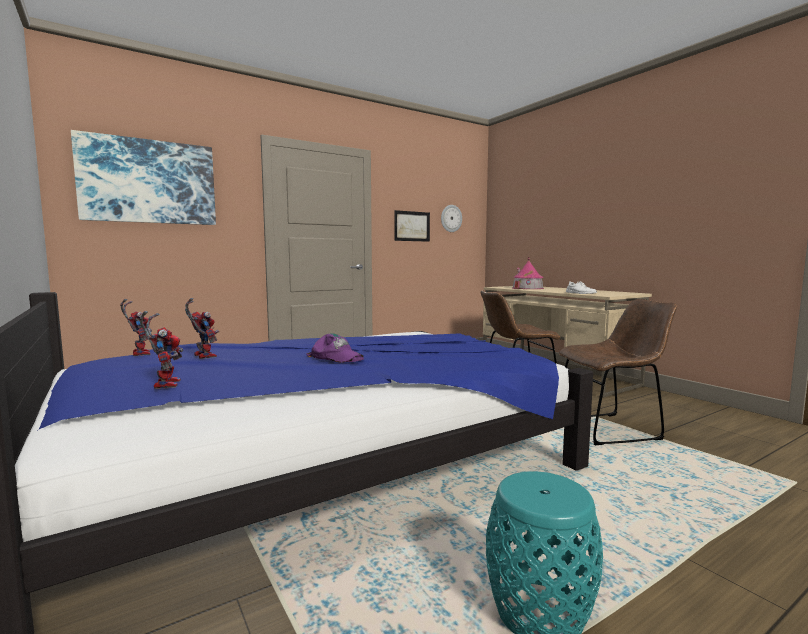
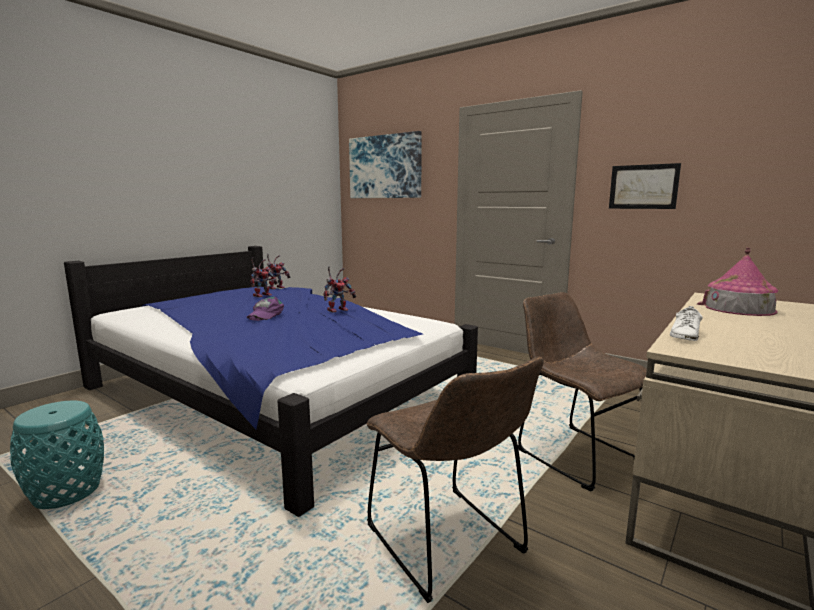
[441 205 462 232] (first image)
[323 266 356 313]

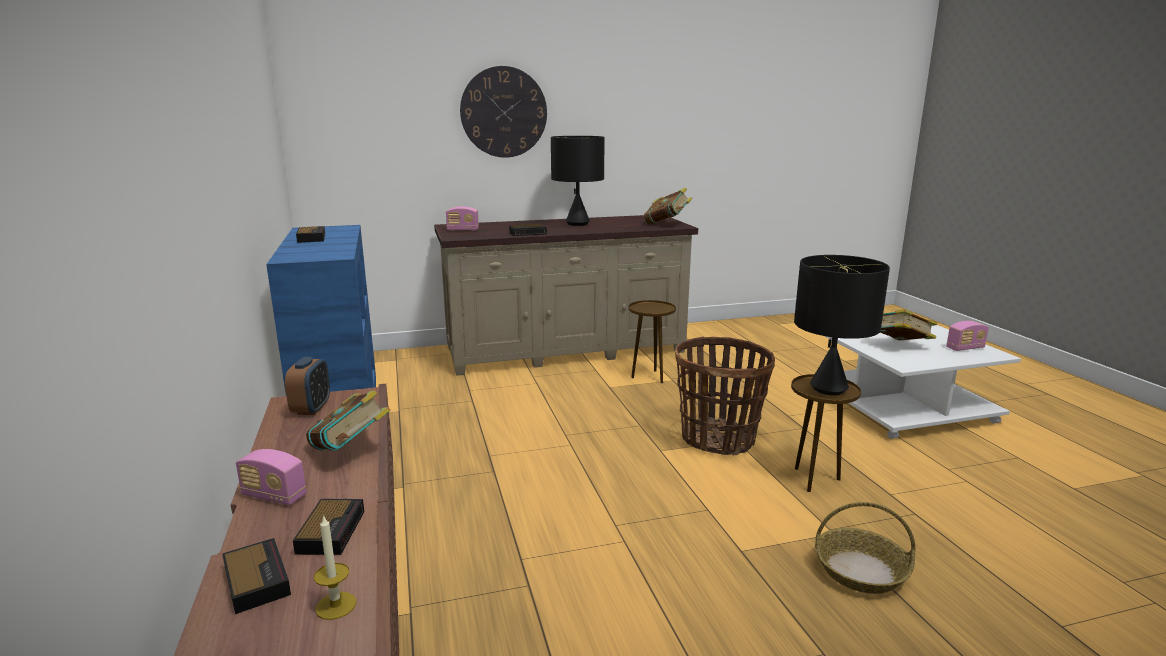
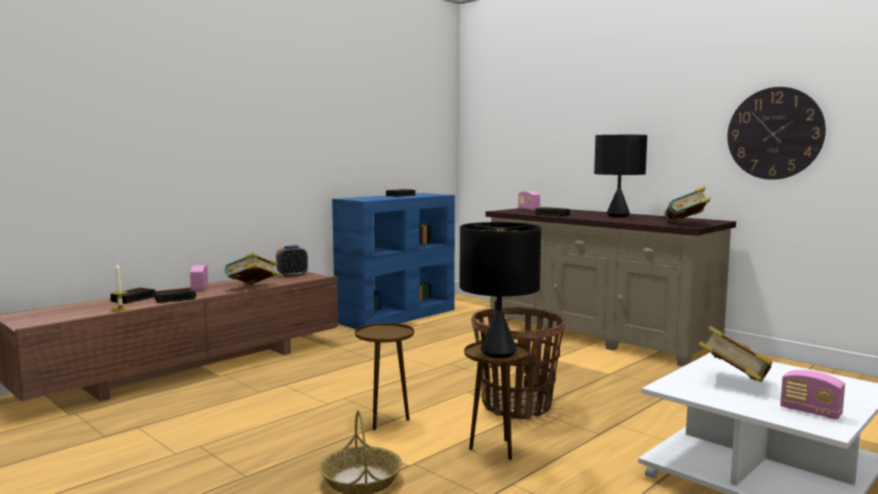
[727 87 826 180]
[355 323 414 430]

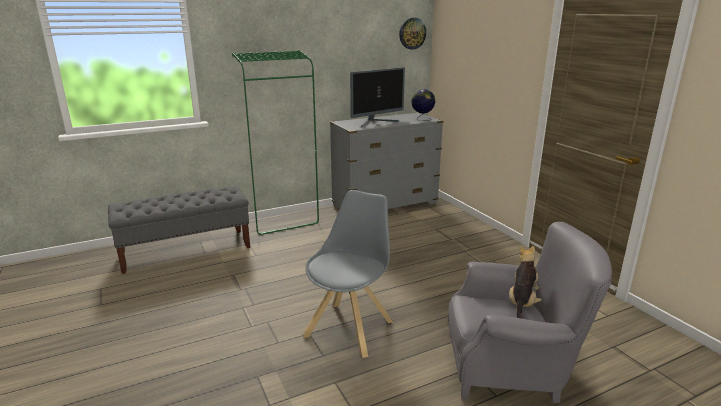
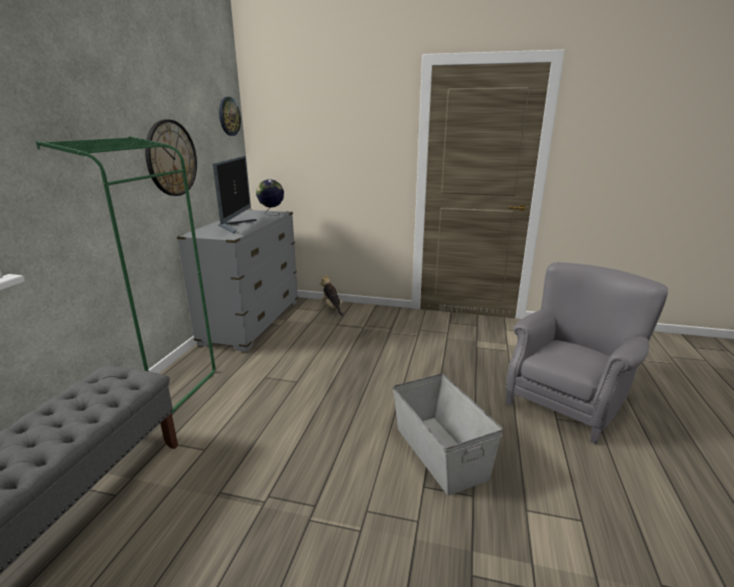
[145 119 197 196]
[320 274 344 316]
[393 374 503 495]

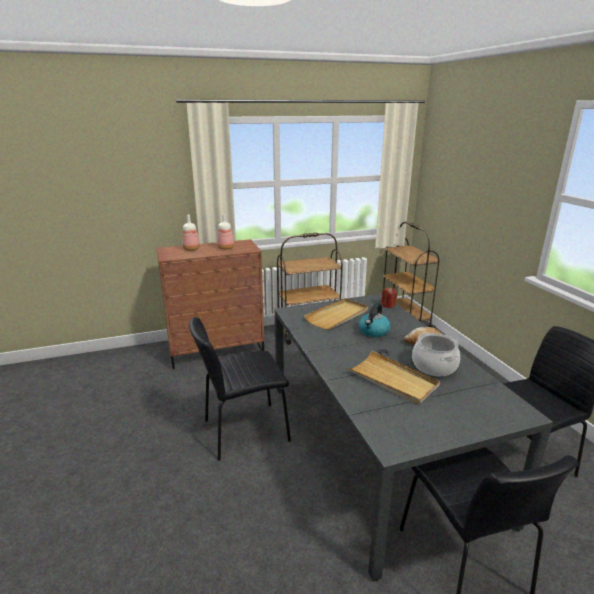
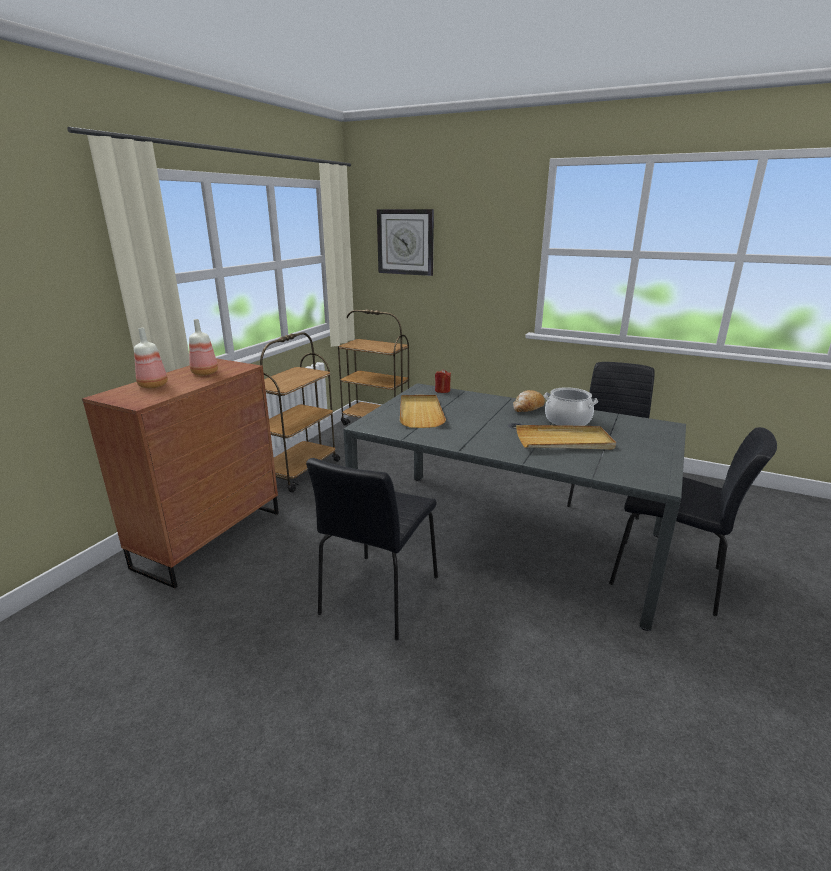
[359 303 390 337] (first image)
[377 209 434 276]

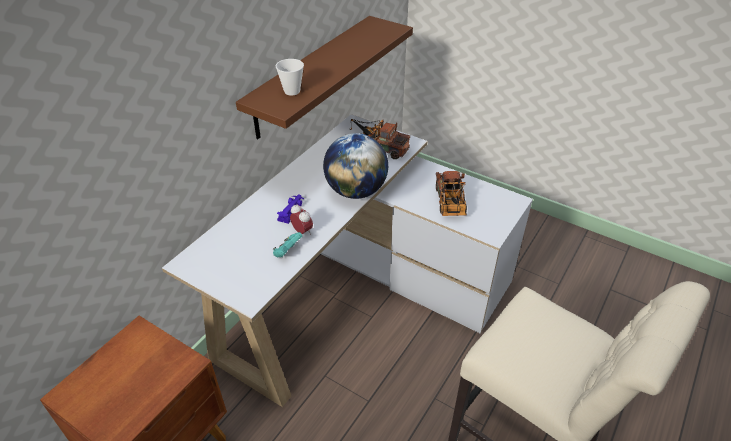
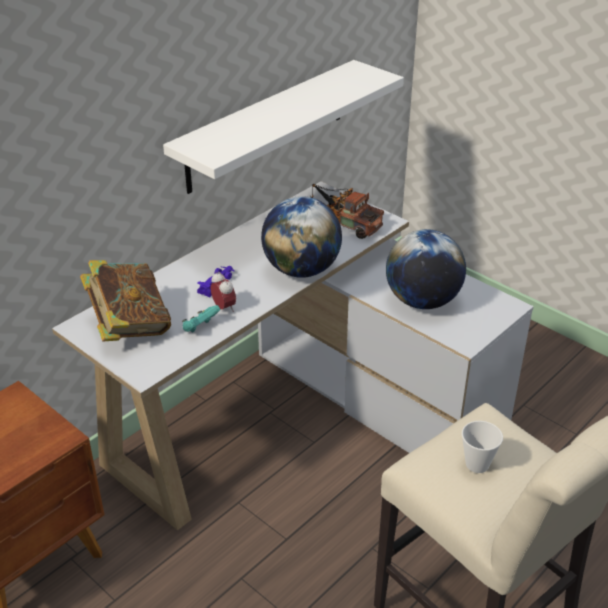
[80 260 171 341]
[462 421 503 473]
[386 229 466 309]
[163 60 404 194]

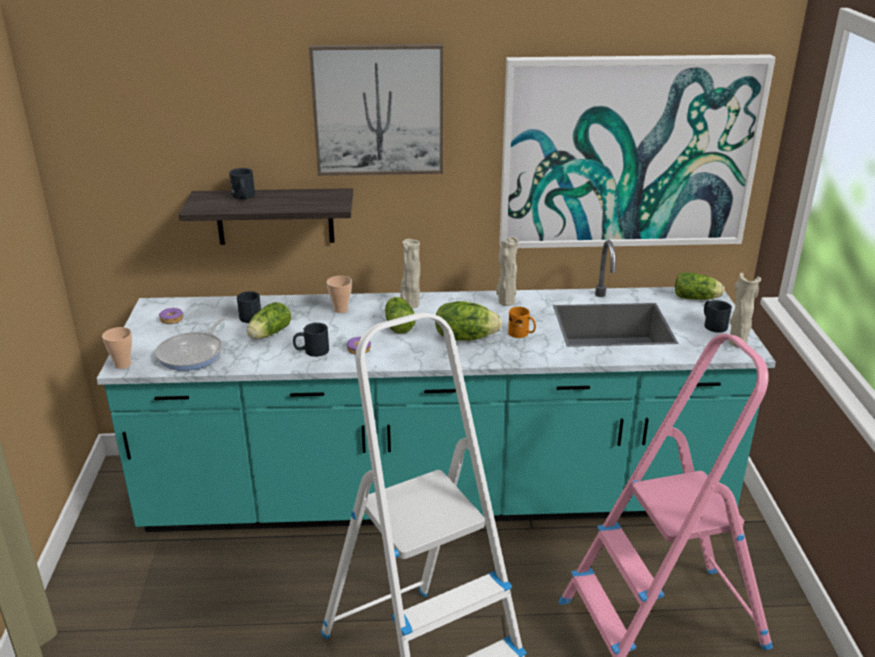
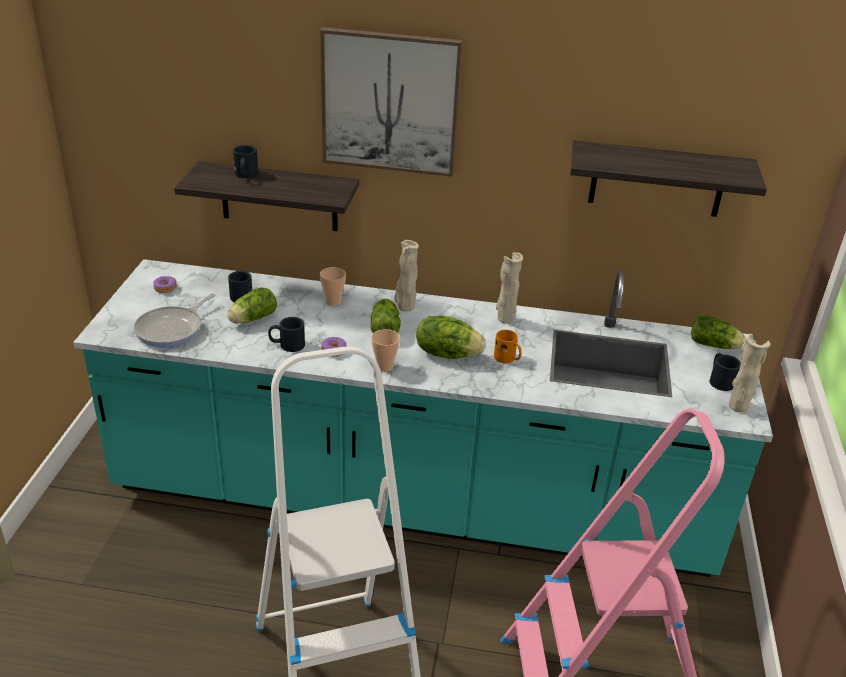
[371 329 400 372]
[570 140 767 217]

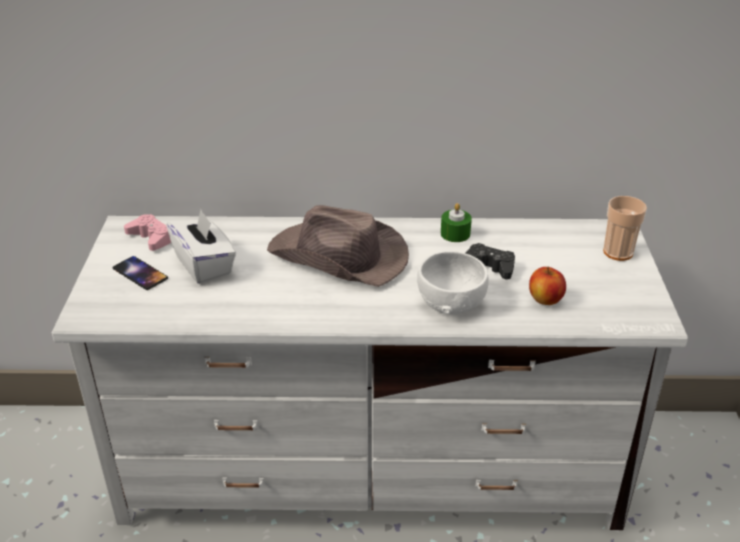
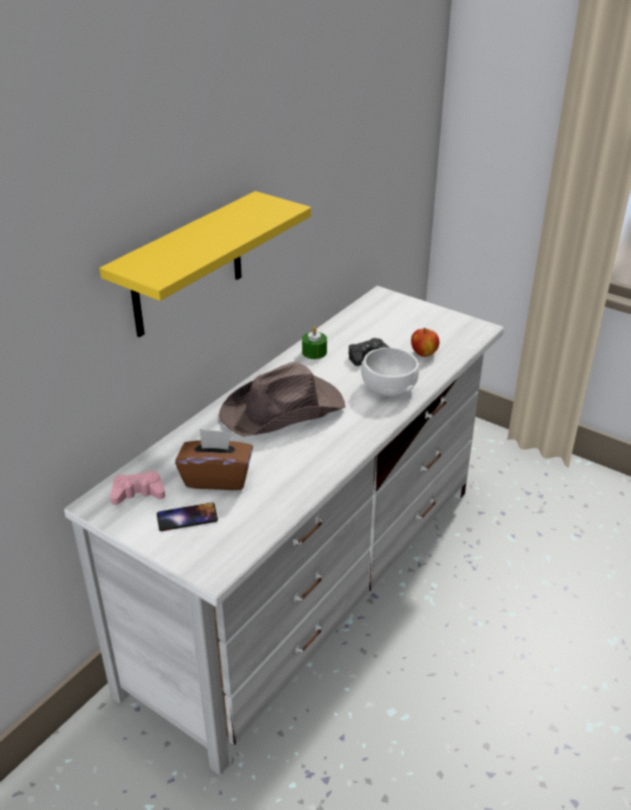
[603 196 647 261] (first image)
[99 191 311 337]
[175 429 253 490]

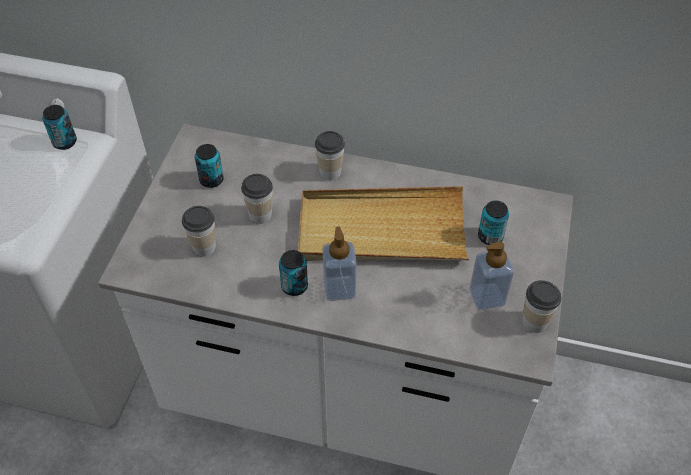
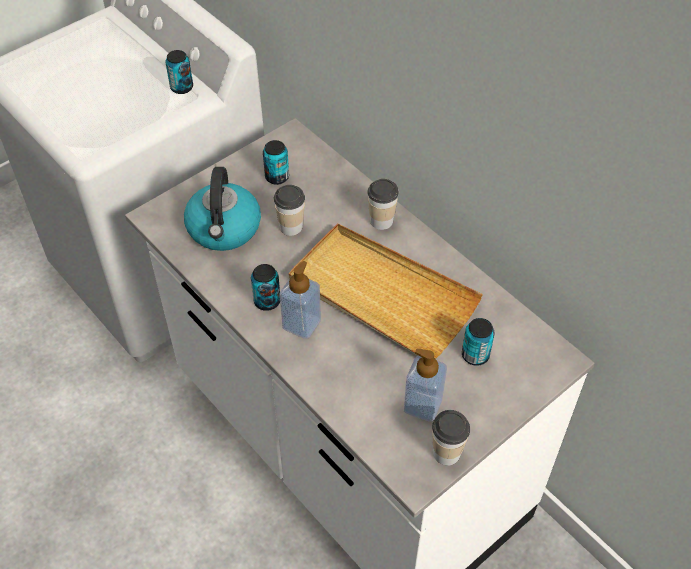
[184 167 261 251]

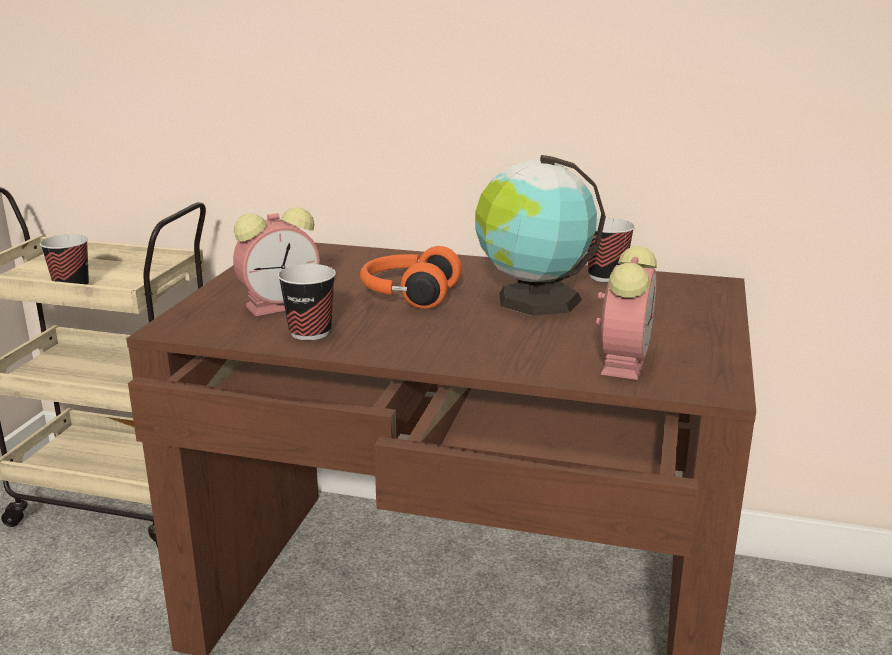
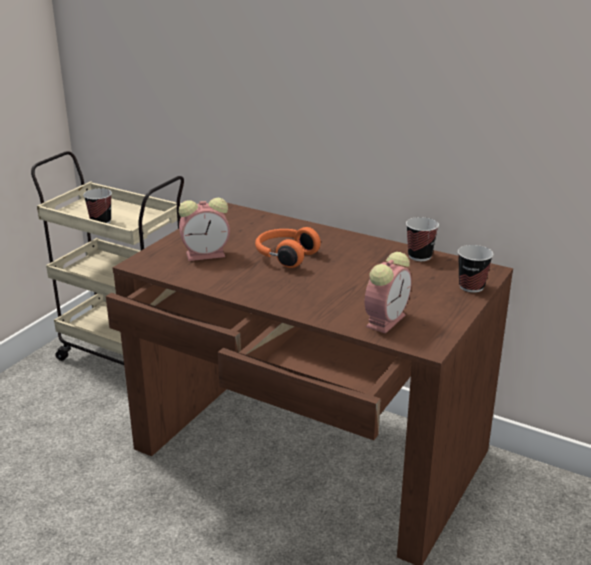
[475 155 606 316] (first image)
[458 245 493 293]

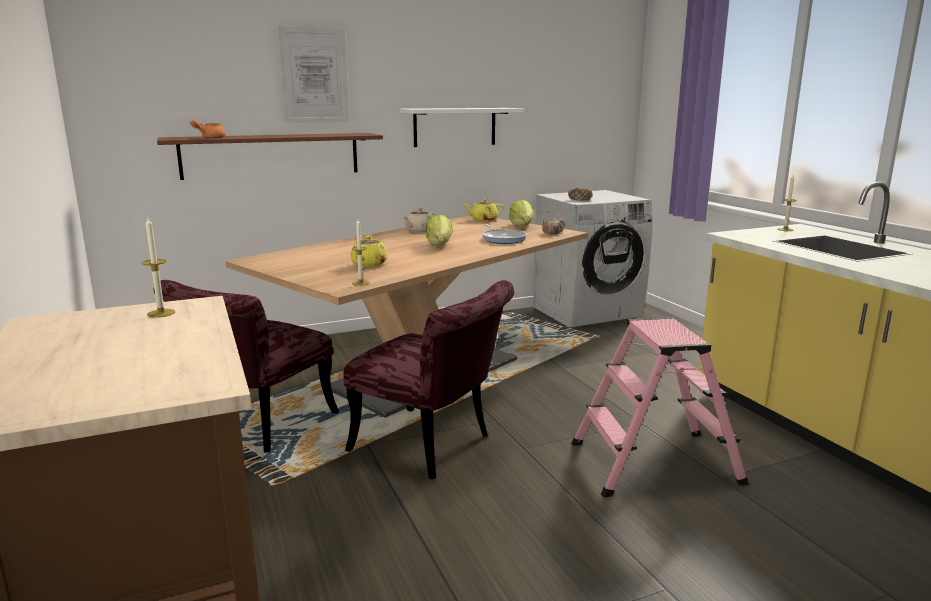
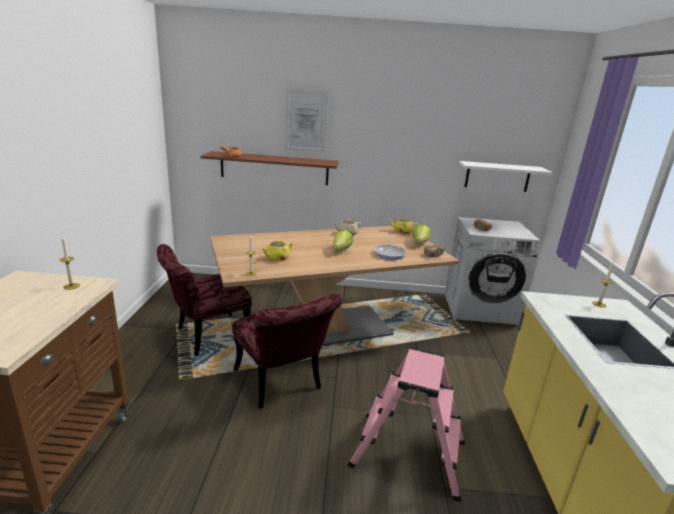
[459 161 552 192]

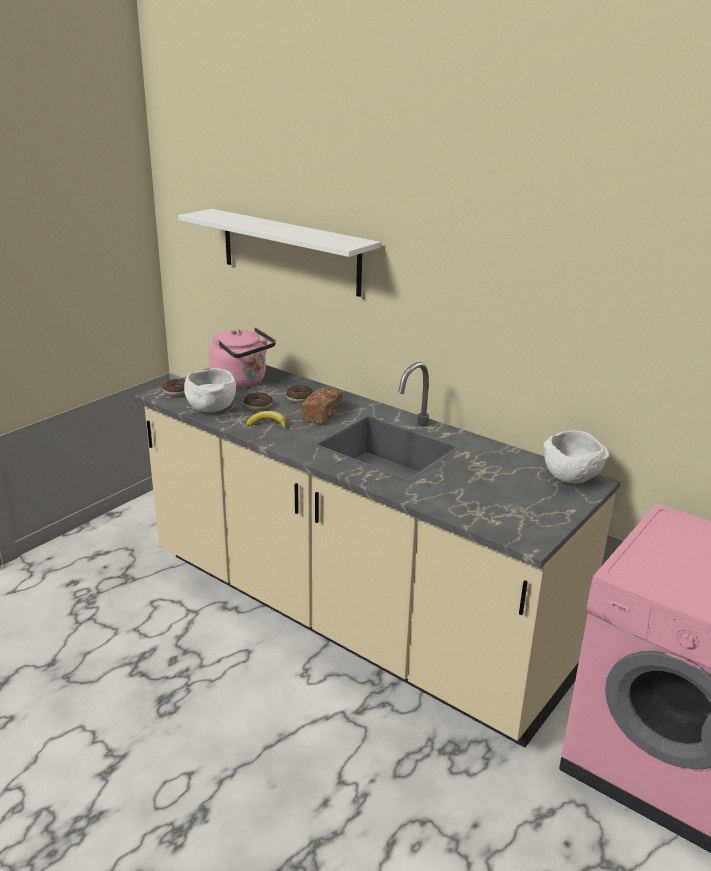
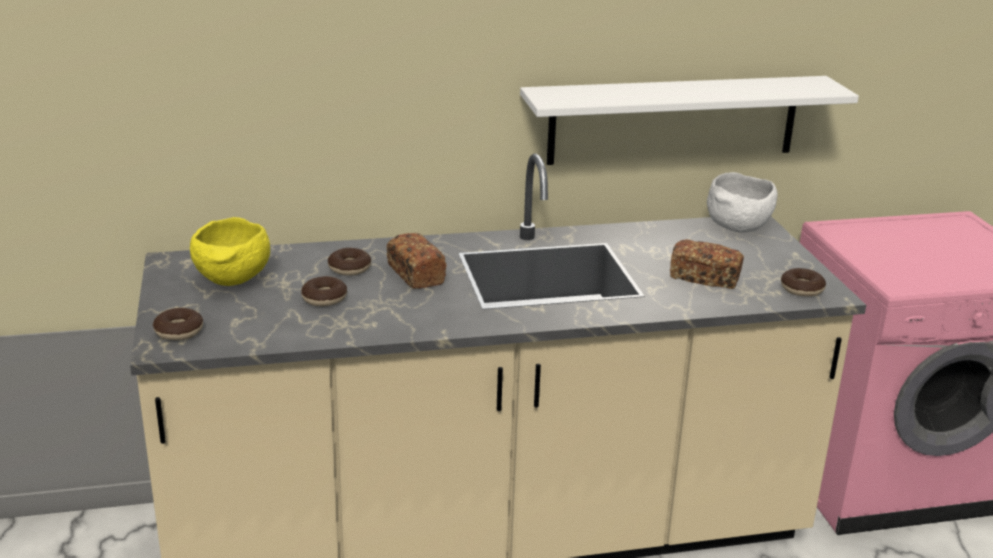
[184 368 236 412] (first image)
[246 411 286 428] (first image)
[670 239 744 289]
[781 268 826 296]
[520 76 859 165]
[190 217 270 286]

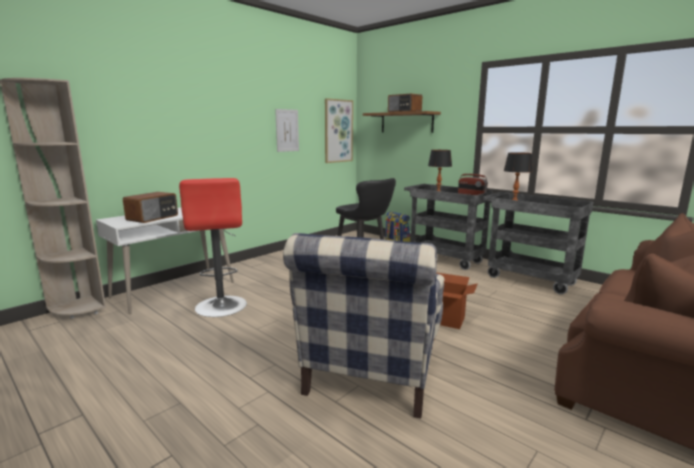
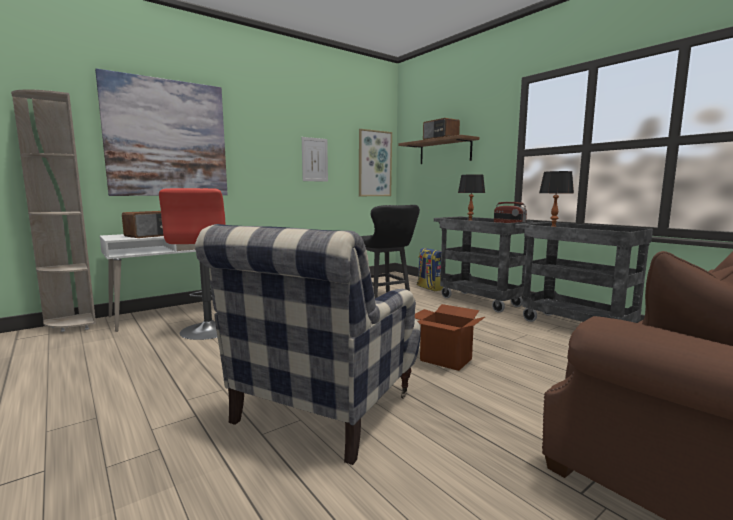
[95 68 228 196]

